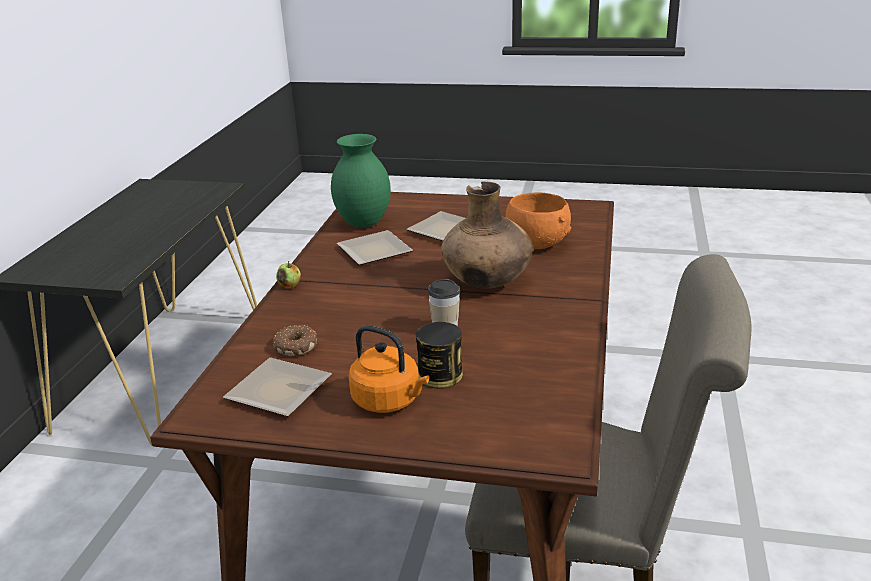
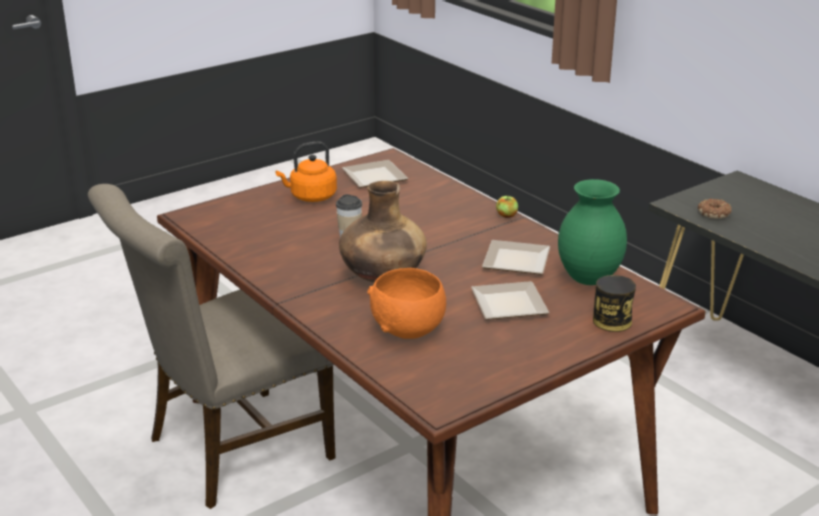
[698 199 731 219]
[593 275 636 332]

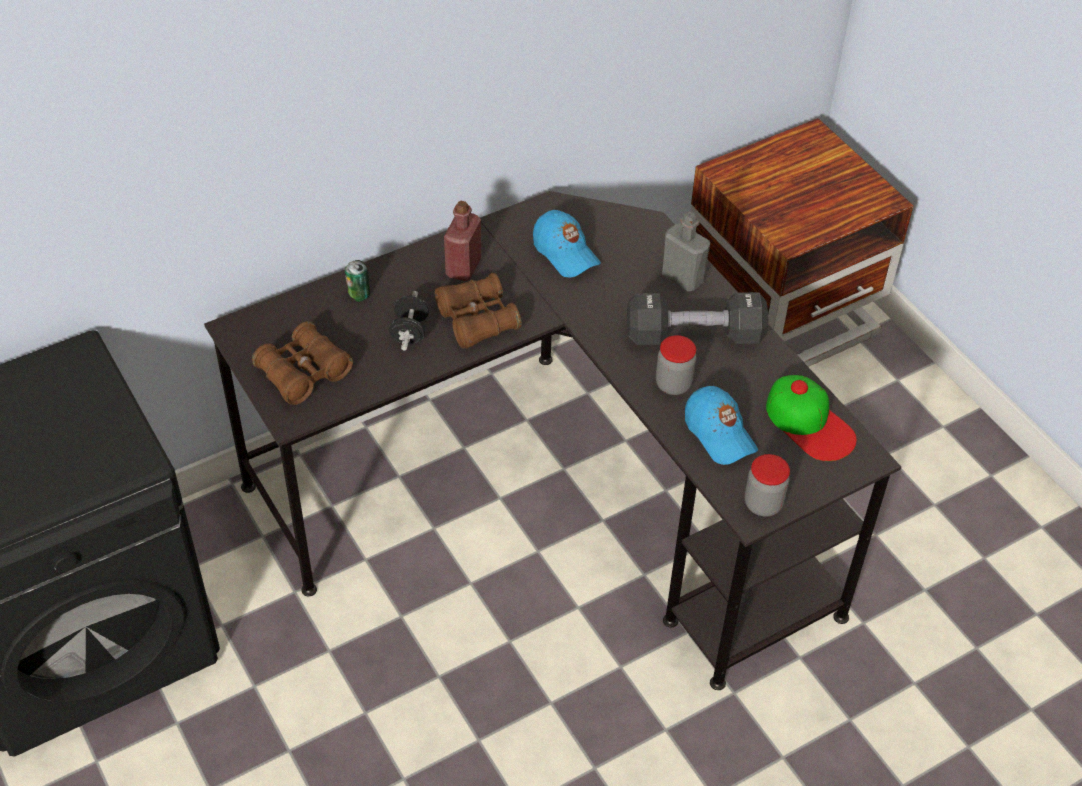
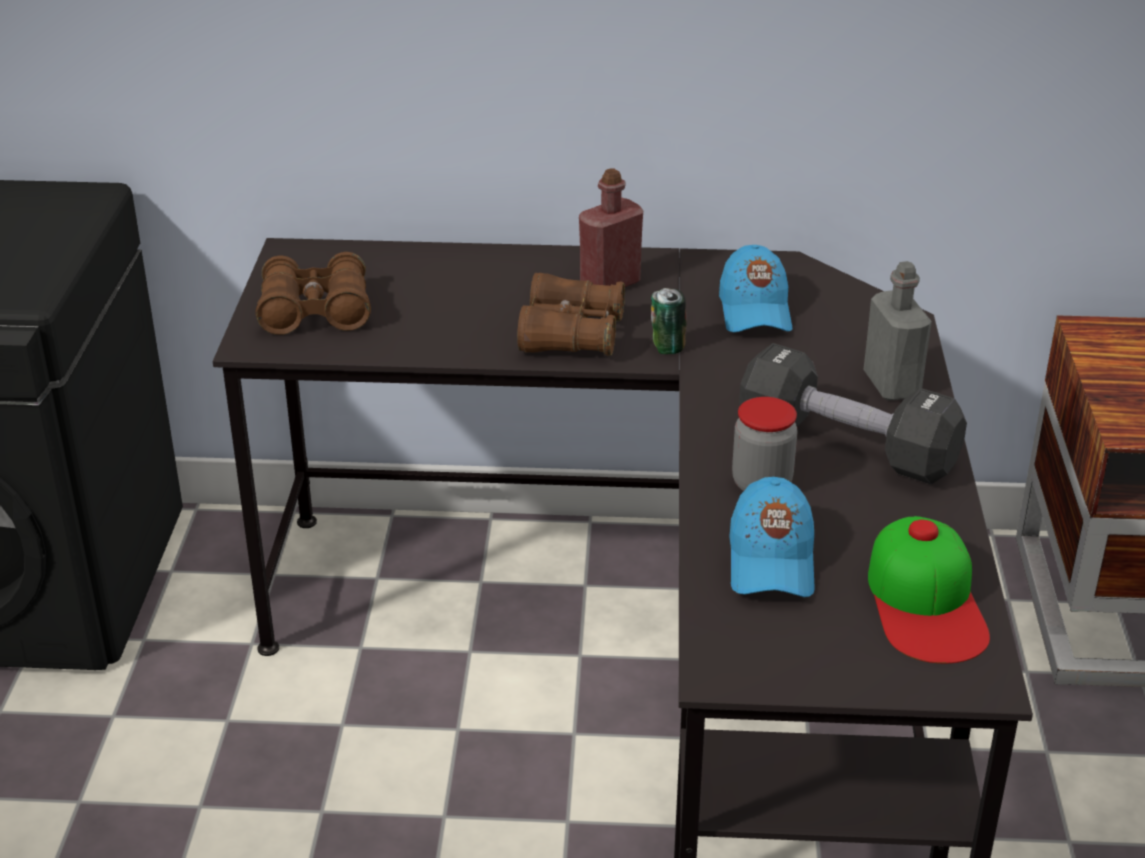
[389 291 429 350] (first image)
[745 454 790 517] (first image)
[651 288 686 354]

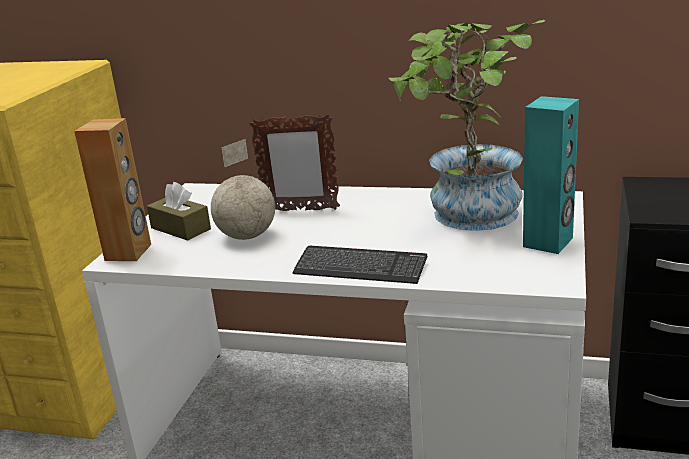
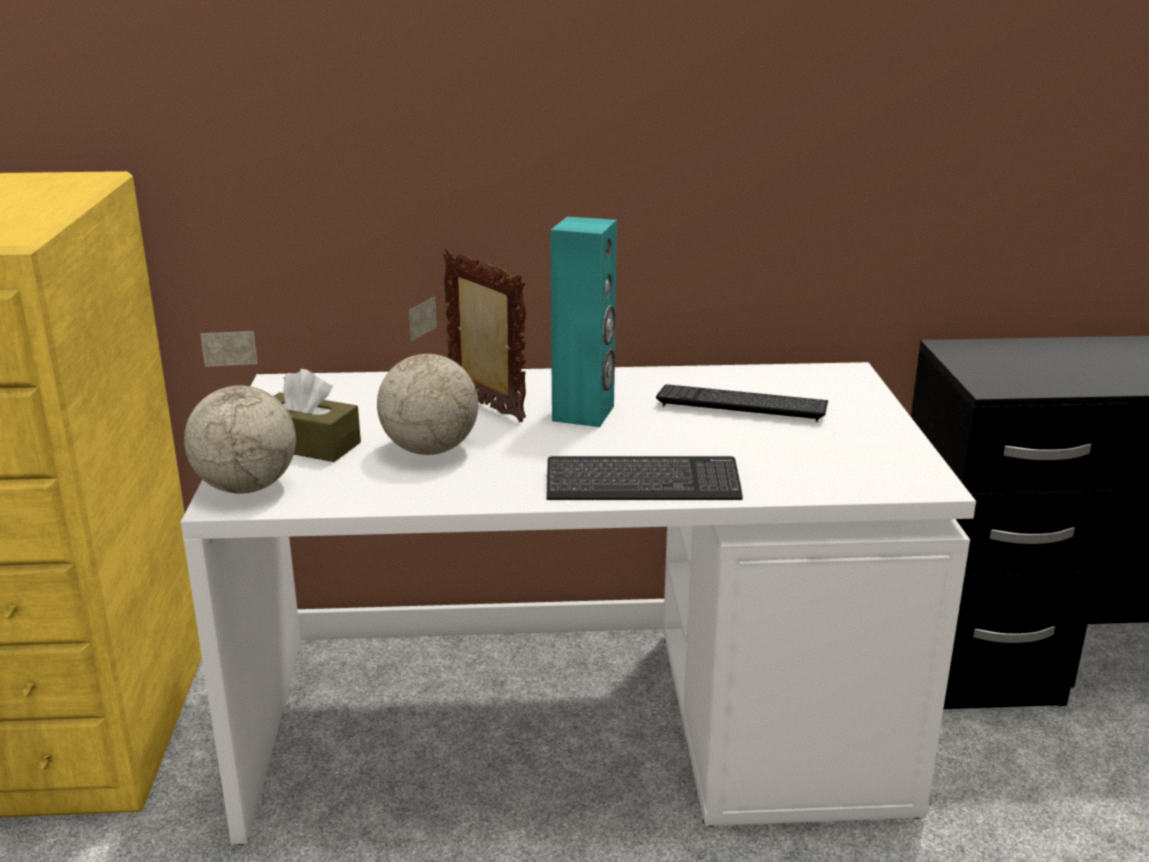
[550 217 617 427]
[184 331 296 494]
[656 384 829 422]
[443 248 526 422]

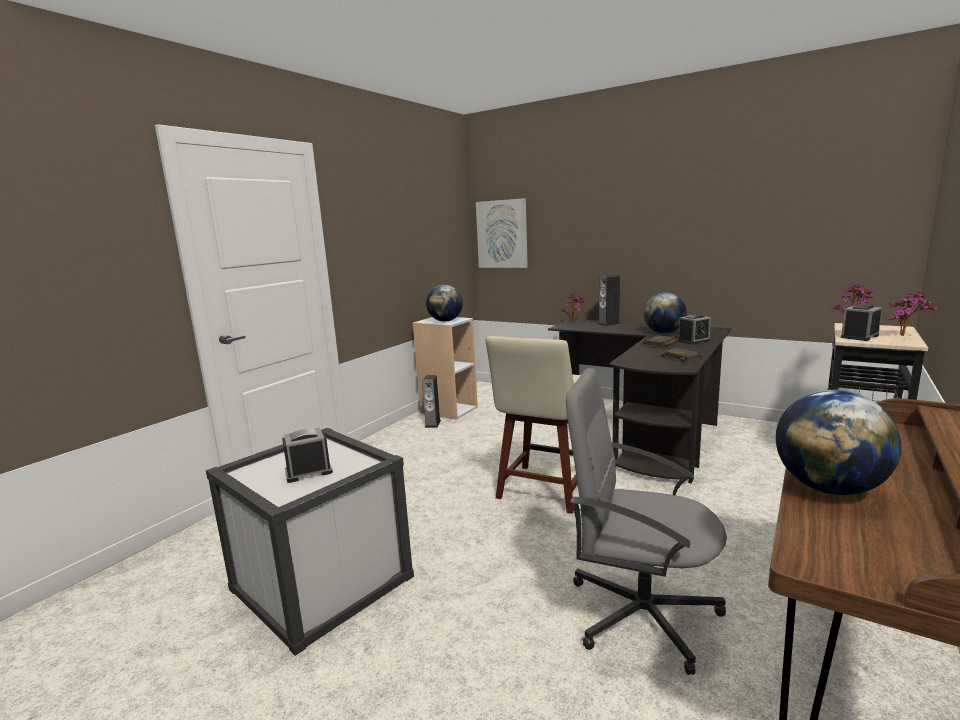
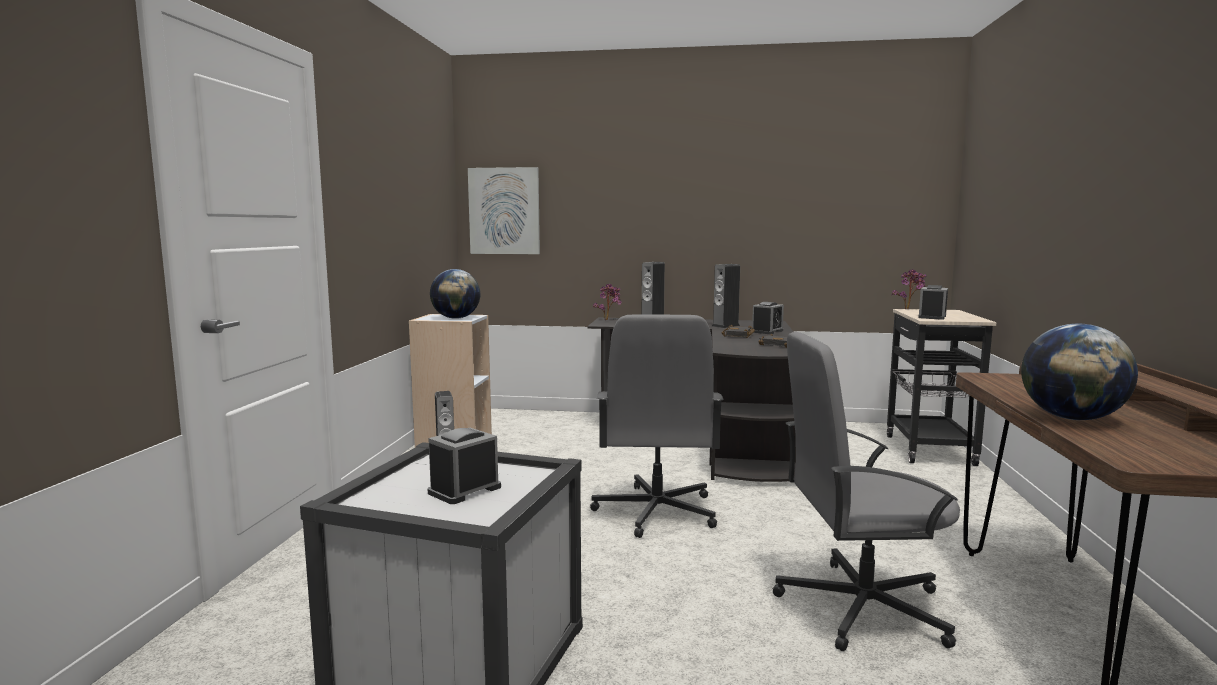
[888 292 937 336] (first image)
[590 315 724 538]
[712 264 740 328]

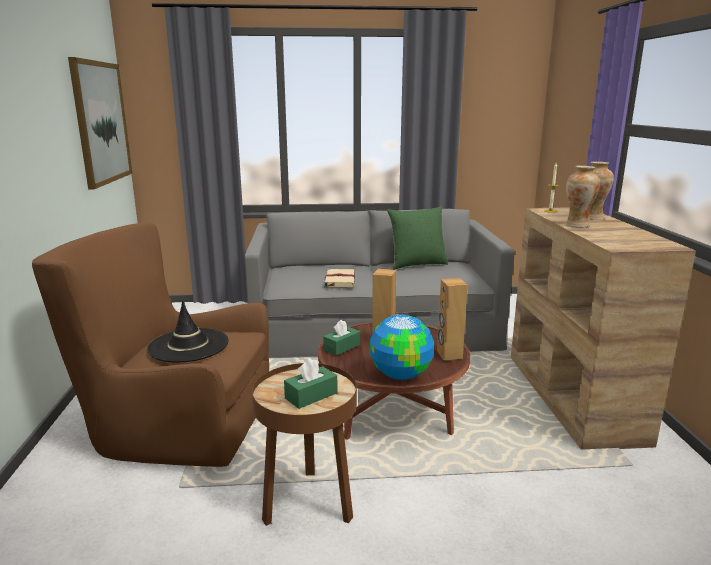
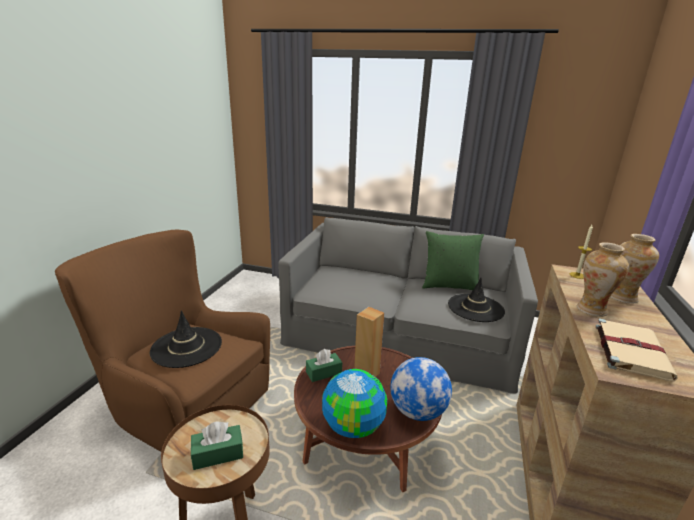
[68 57 132 189] (first image)
[448 278 505 322]
[596 319 678 381]
[390 357 452 421]

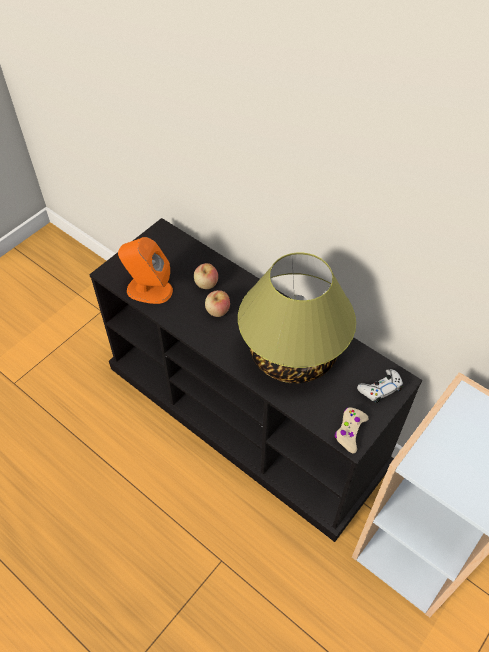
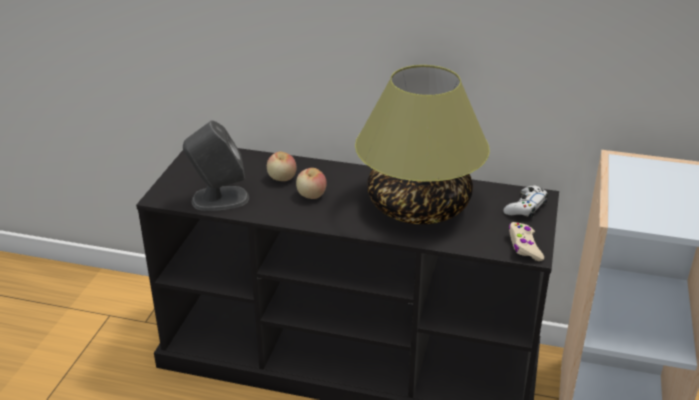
[183 120 249 211]

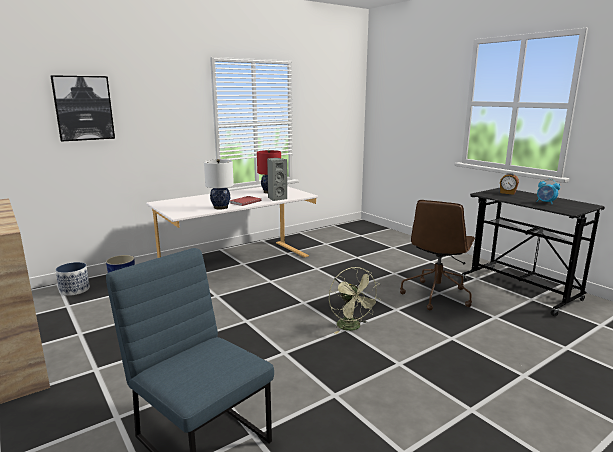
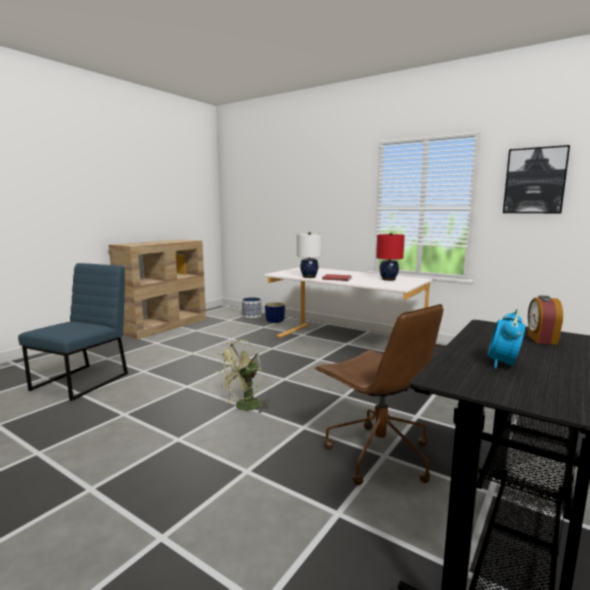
[267 158 287 201] (first image)
[503 145 570 213]
[314 304 443 485]

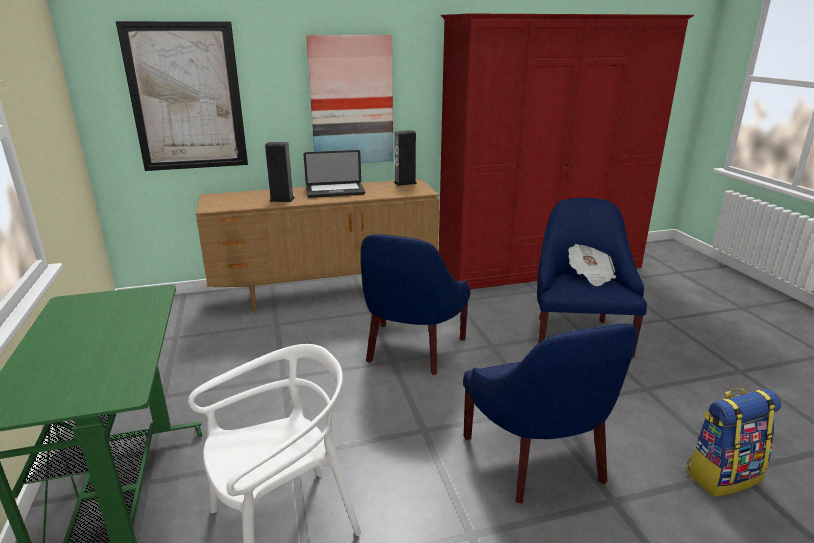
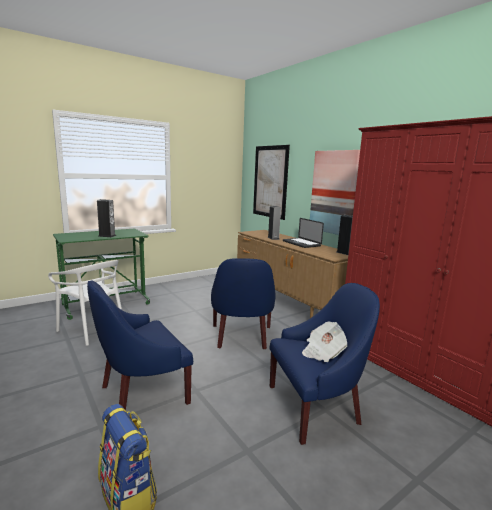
[97 199 116 237]
[211 258 276 349]

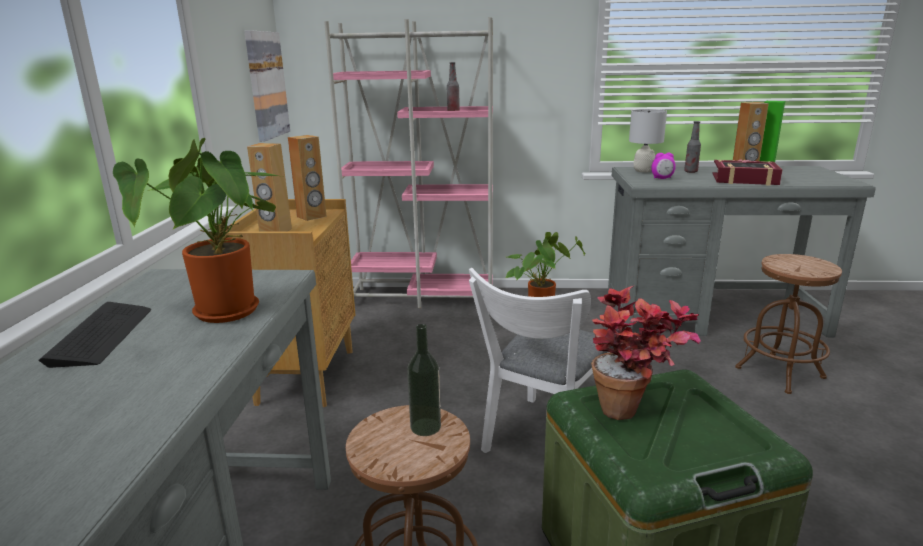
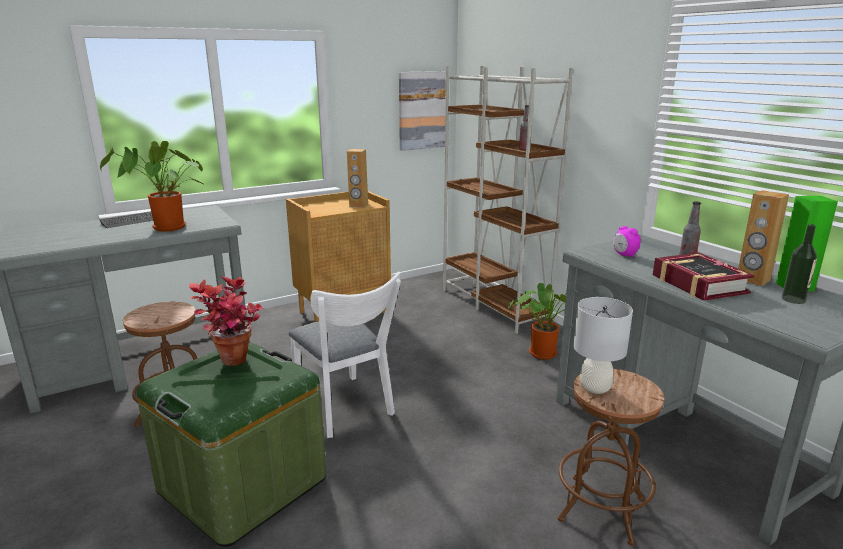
[247 143 292 232] (first image)
[782 224 817 304]
[573 297 633 394]
[443 66 573 334]
[289 271 401 438]

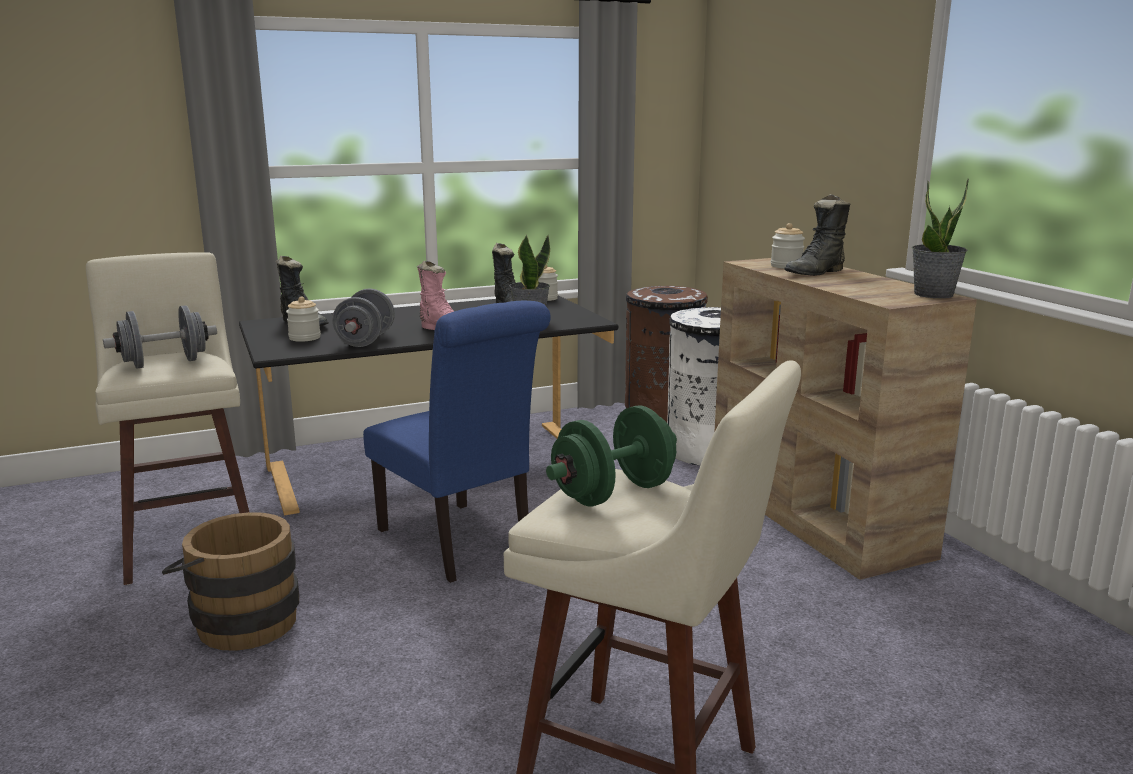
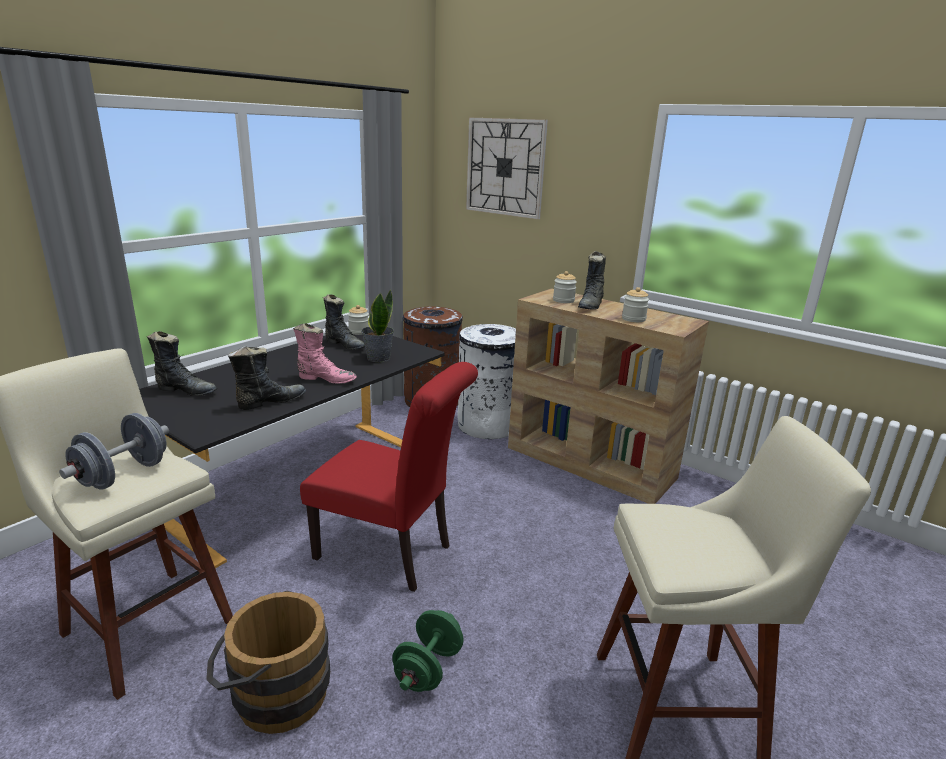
[912 179 969 298] (first image)
[466 117 548 219]
[622 287 649 322]
[392 610 464 692]
[228 347 306 410]
[300 362 478 592]

